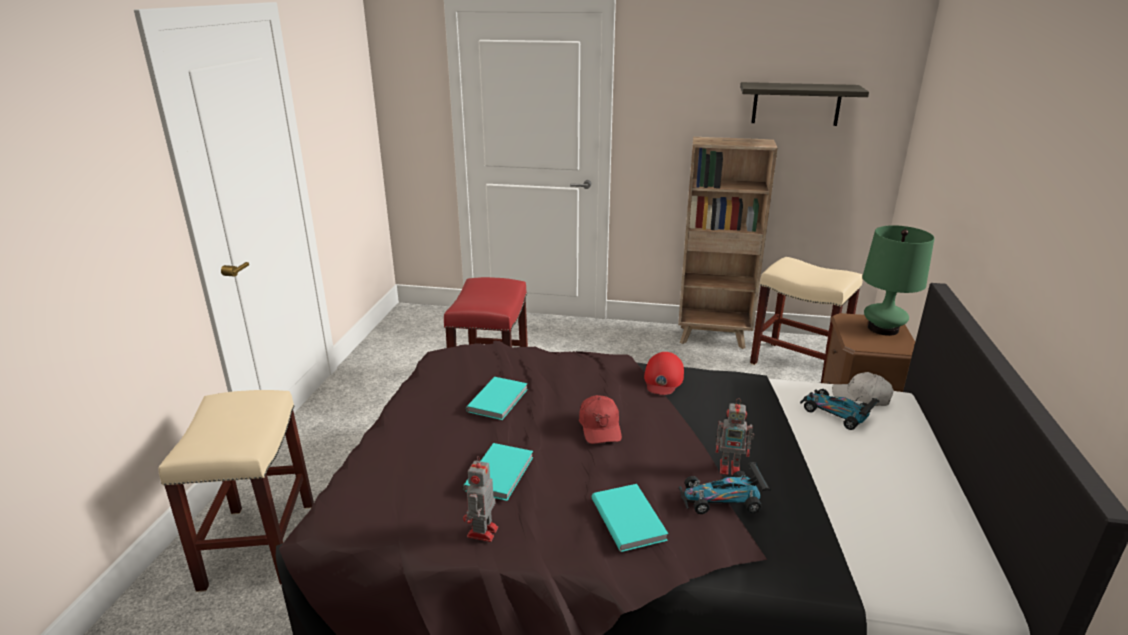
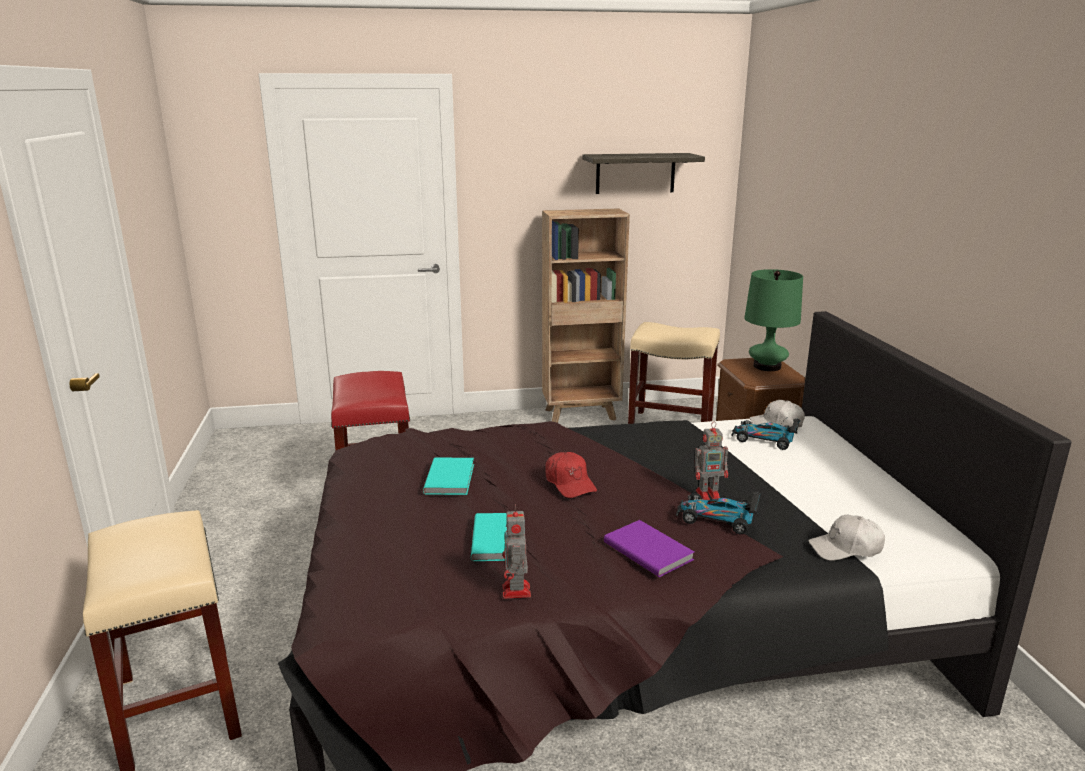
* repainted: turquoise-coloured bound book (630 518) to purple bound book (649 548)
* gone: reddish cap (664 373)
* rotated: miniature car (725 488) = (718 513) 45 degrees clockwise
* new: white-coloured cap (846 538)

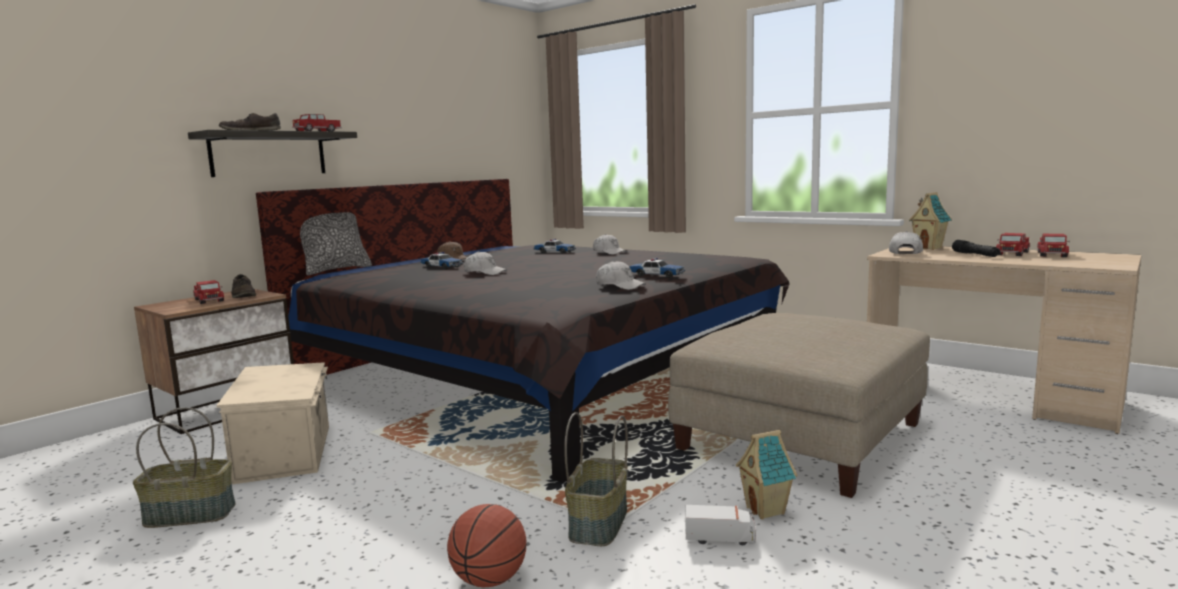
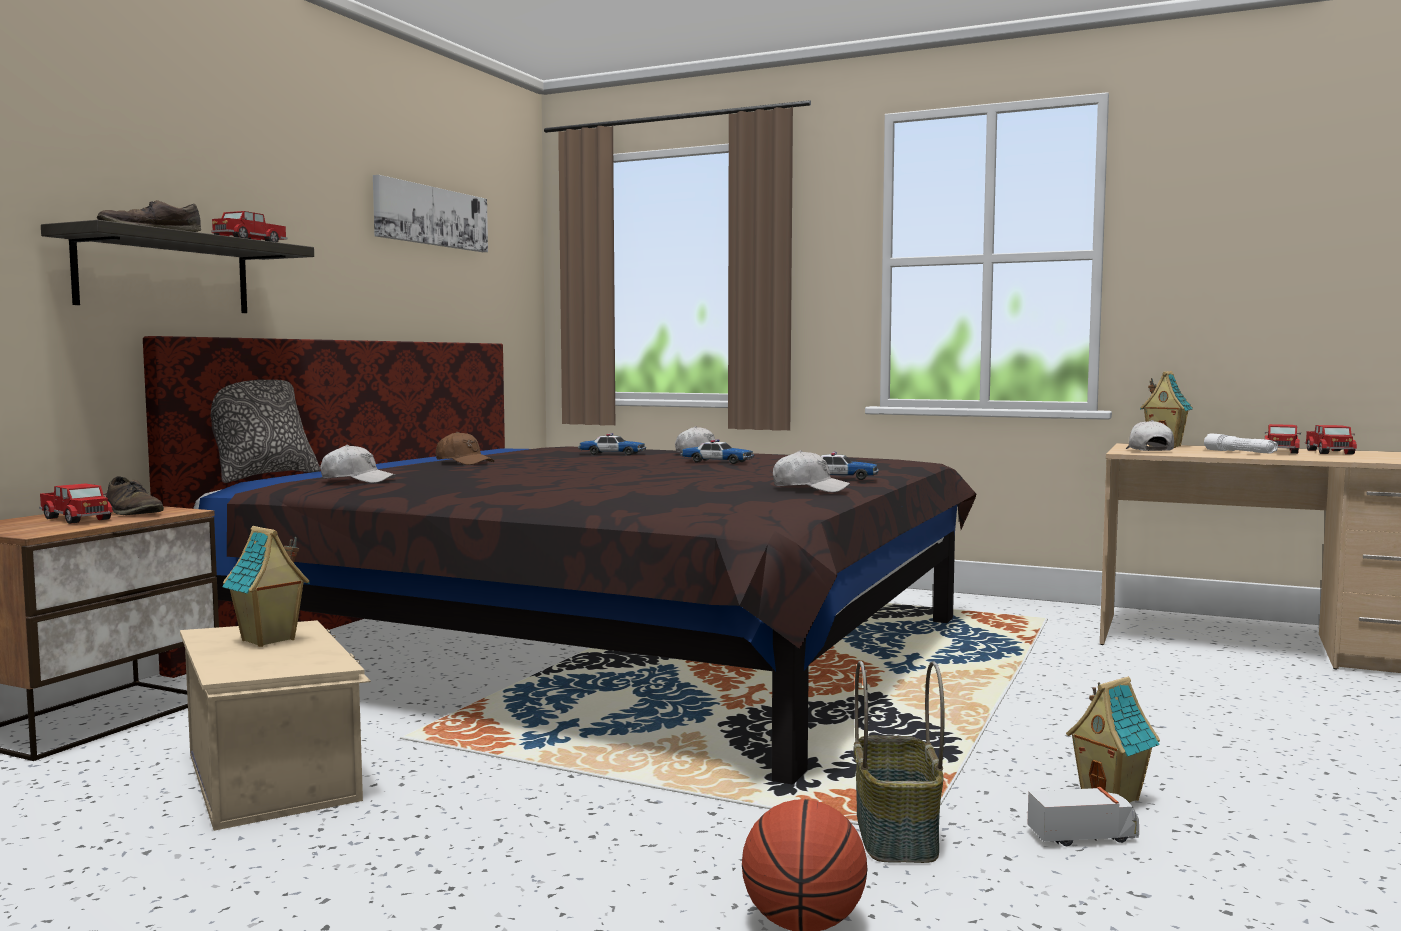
* gone: household basket (184 467)
* shifted: miniature car (441 260) to (717 451)
* shifted: white-coloured cap (485 263) to (358 463)
* gone: beige ottoman (799 405)
* repainted: black-coloured torch (976 248) to white-coloured torch (1241 443)
* new: miniature house (265 586)
* new: wall picture (430 213)

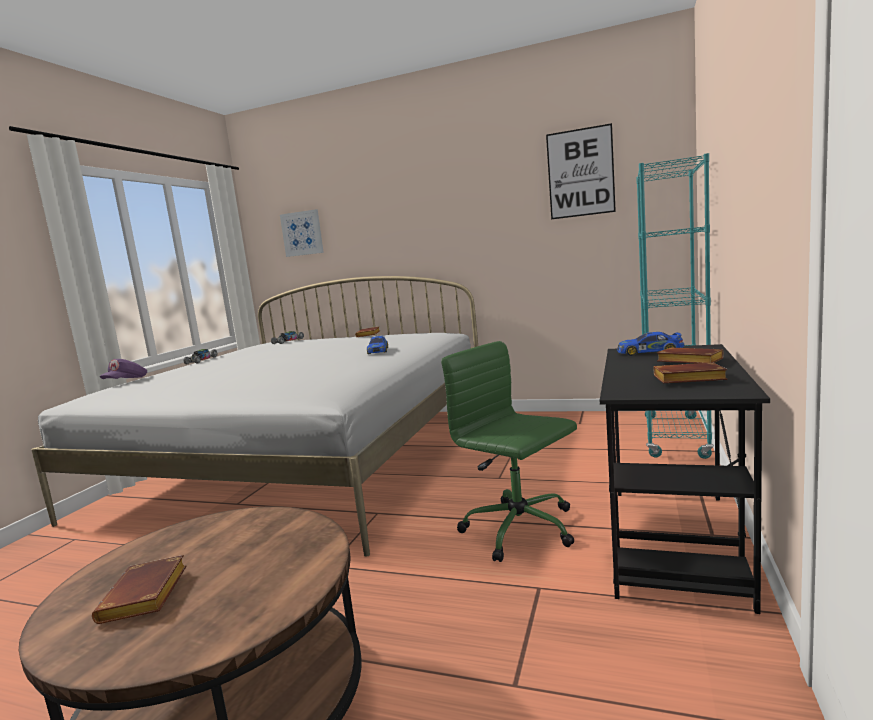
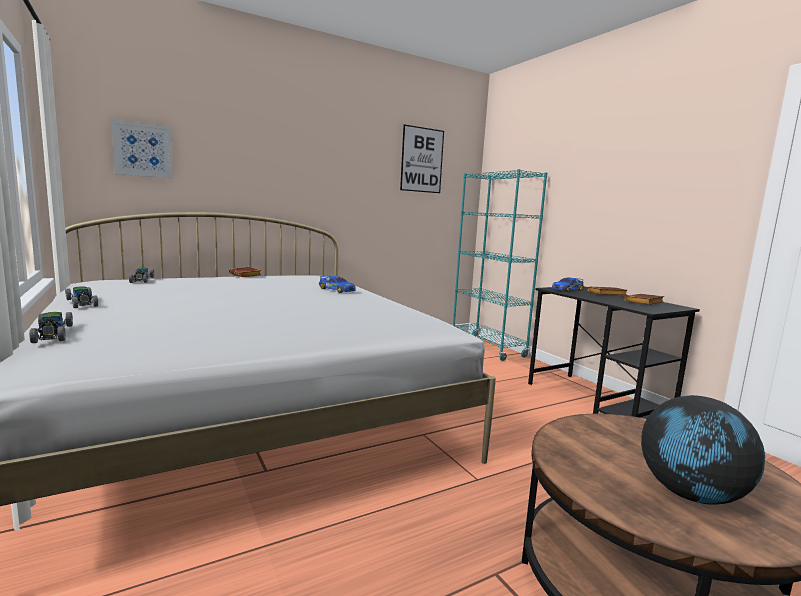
* swapped: brownish bound book (139 589) to globe (703 450)
* swapped: purple cap (123 369) to miniature car (51 327)
* gone: greenish computer chair (509 451)

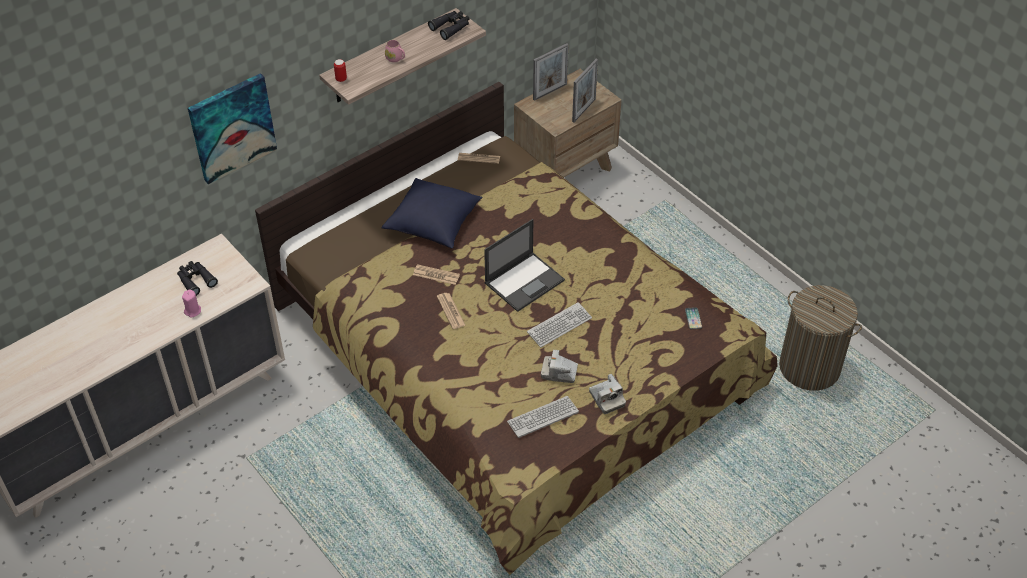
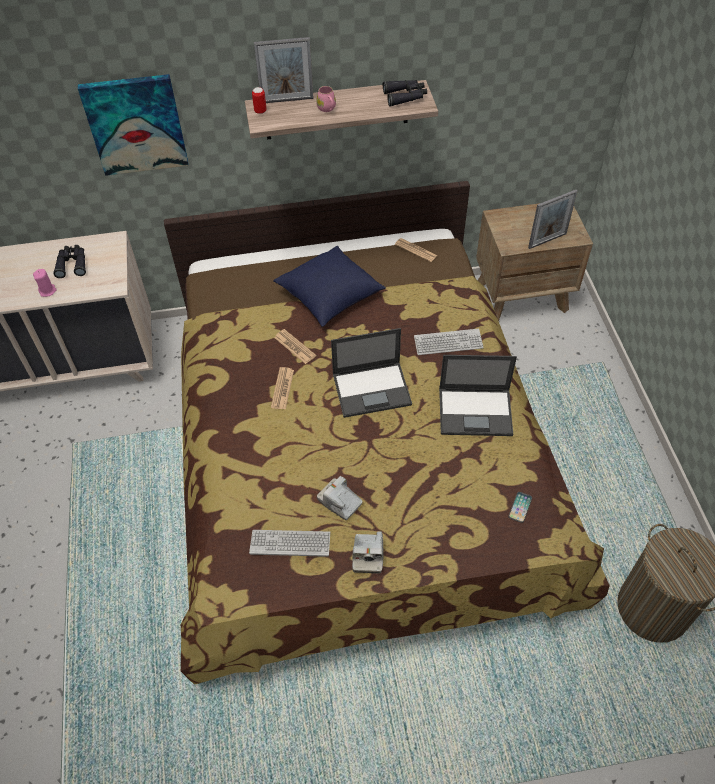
* shifted: PC keyboard (559 324) to (449 342)
* shifted: photo frame (551 72) to (284 70)
* new: notebook computer (478 395)

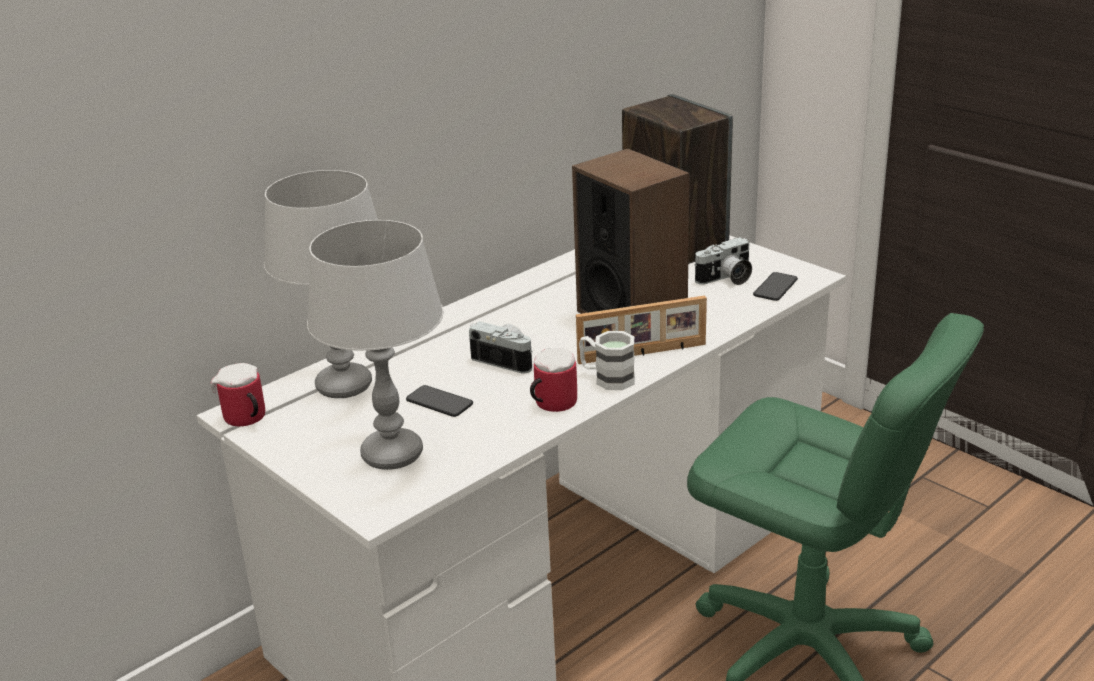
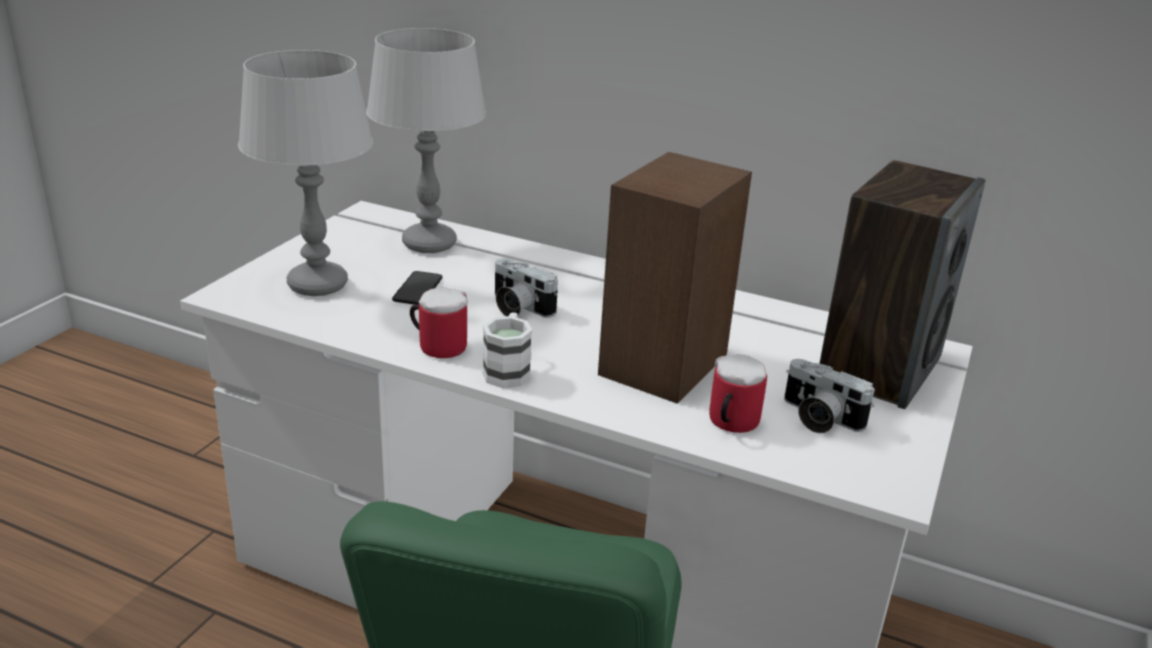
* shifted: tea mug (237 394) to (738 393)
* rotated: still camera (501 347) = (526 288) 120 degrees clockwise
* gone: photo frame (641 330)
* gone: phone (775 286)

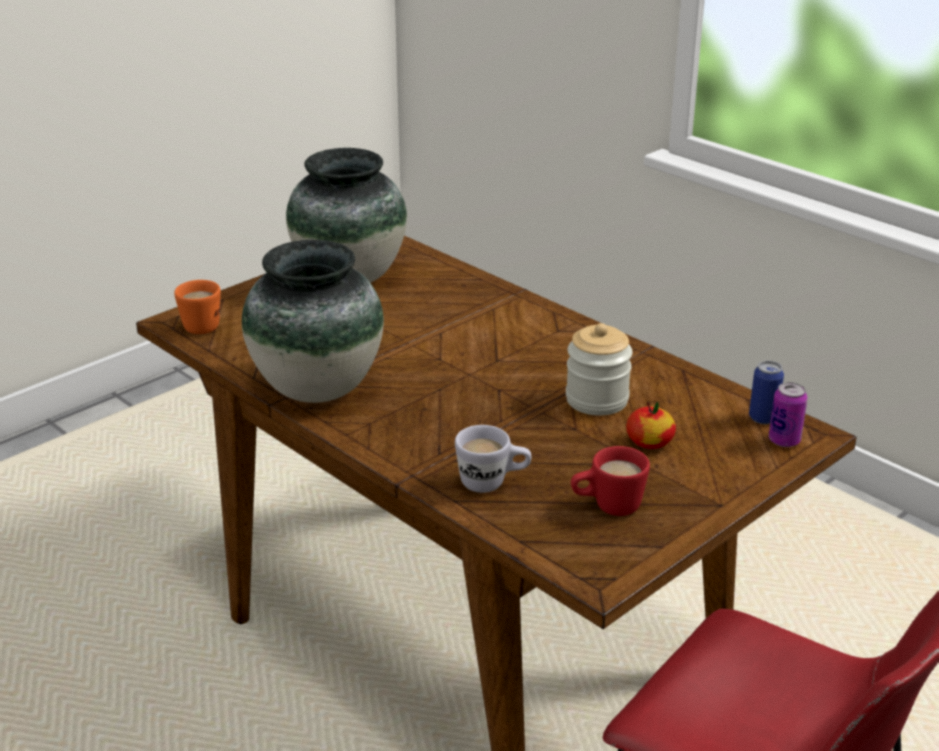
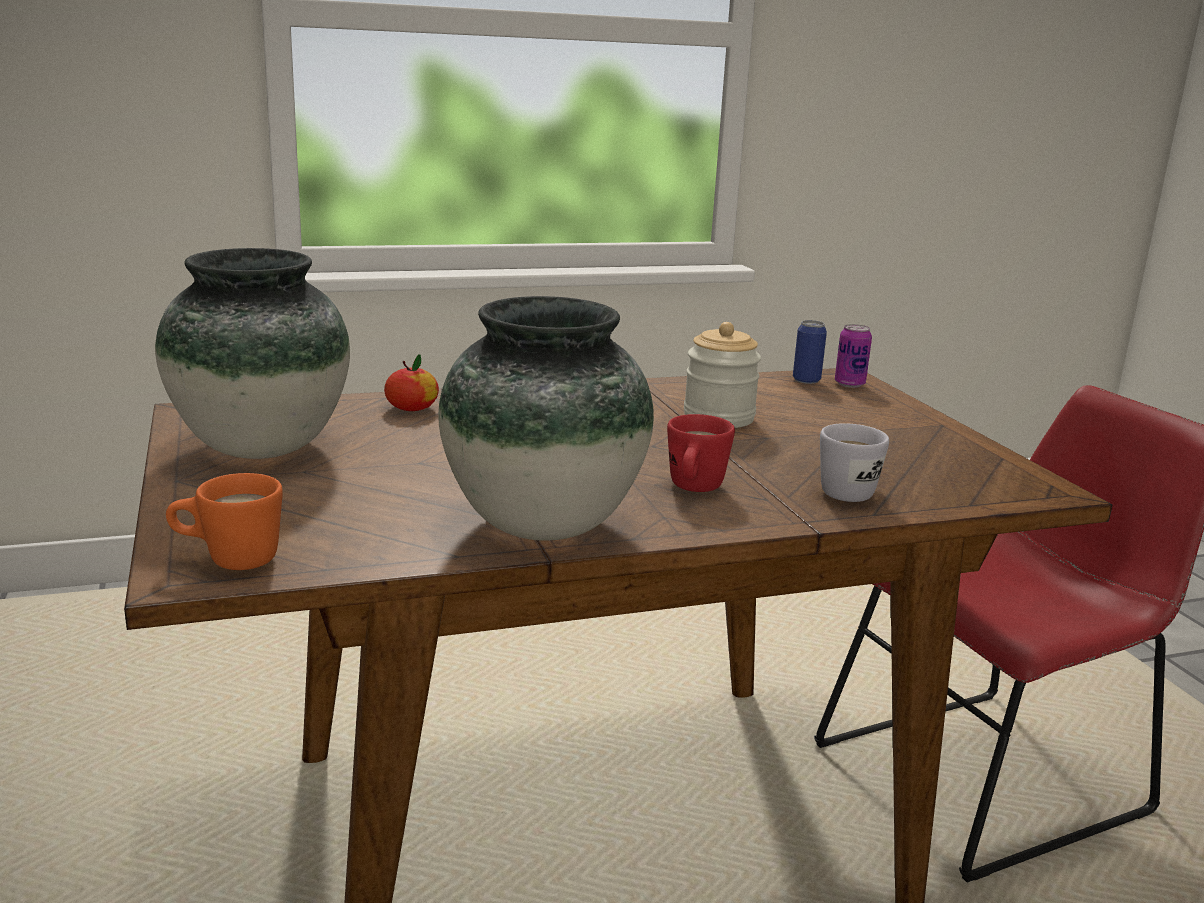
* shifted: reddish tea mug (610 481) to (701 453)
* shifted: apple (651 425) to (411 382)

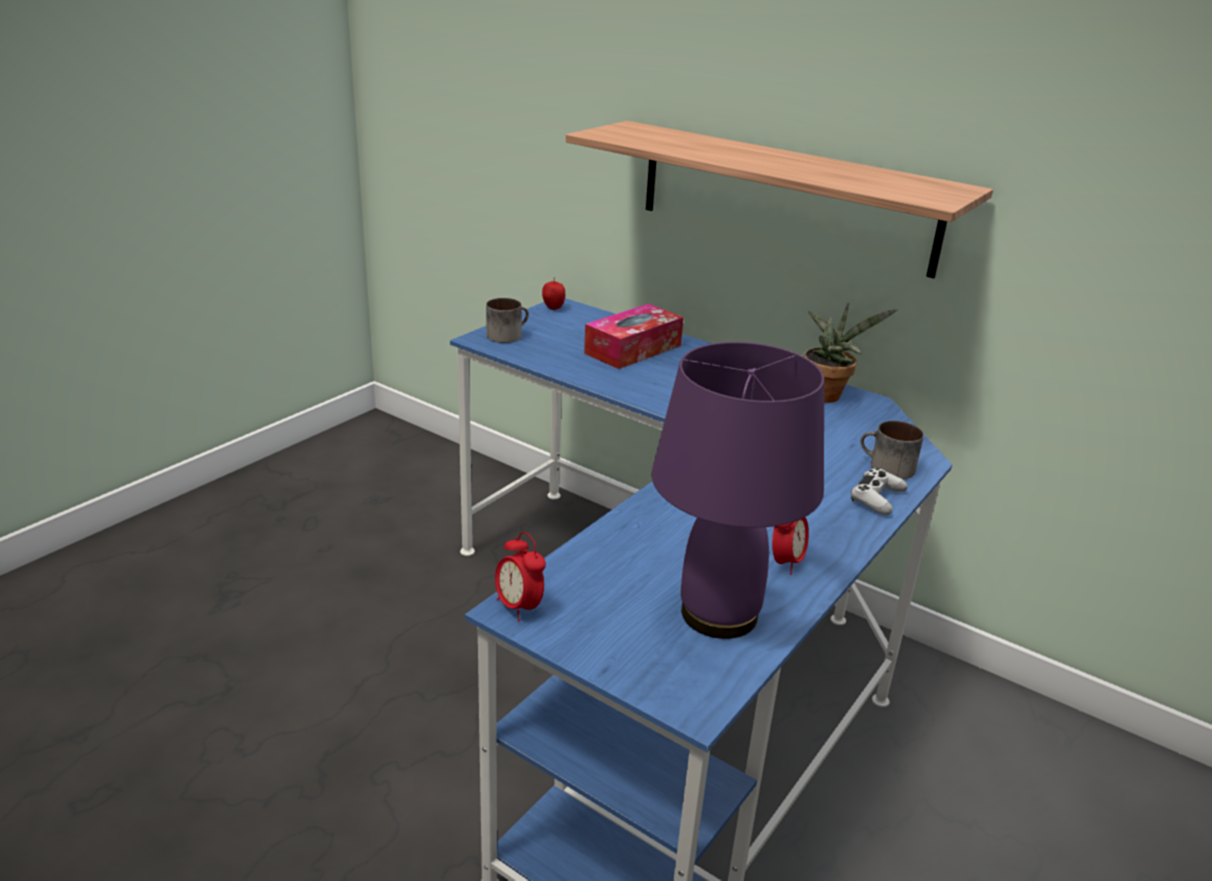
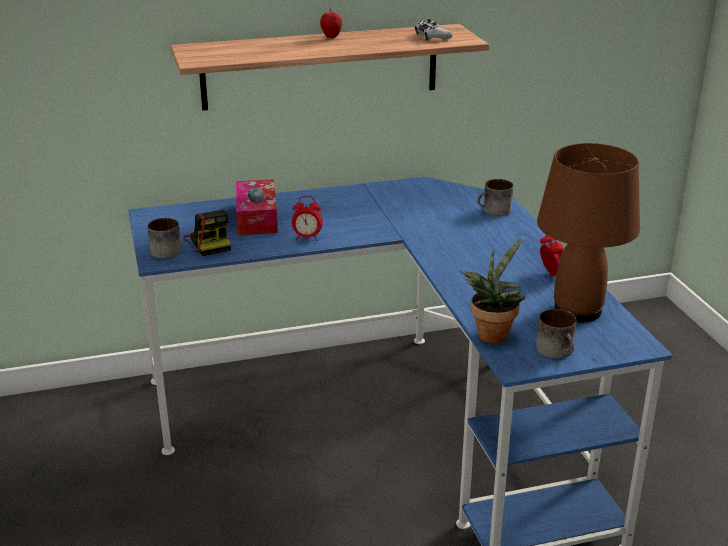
* shifted: alarm clock (520 577) to (307 218)
* shifted: apple (553 293) to (331 23)
* repainted: purple lamp for a table (737 490) to brownish lamp for a table (588 232)
* shifted: houseplant (851 353) to (493 290)
* shifted: white-coloured joypad (879 491) to (434 30)
* new: still camera (207 233)
* new: tea mug (556 334)

